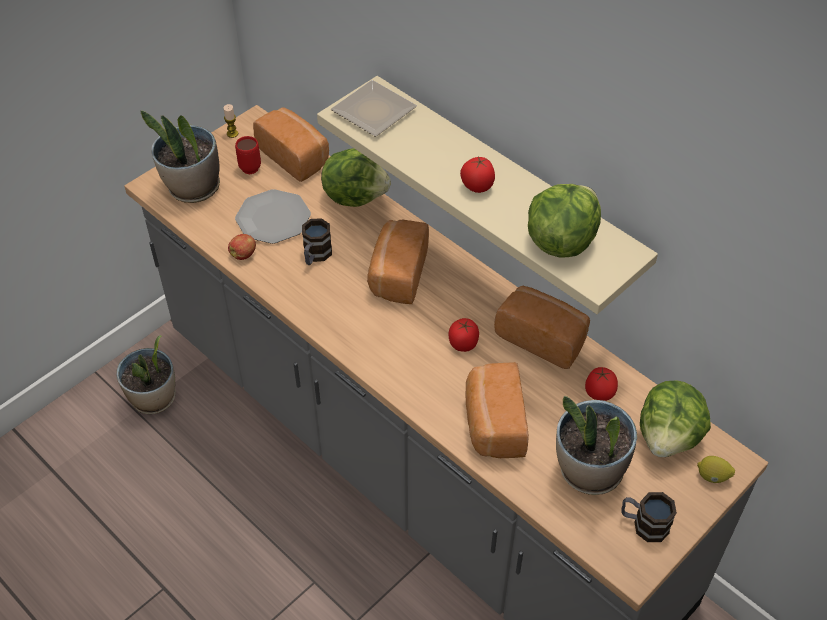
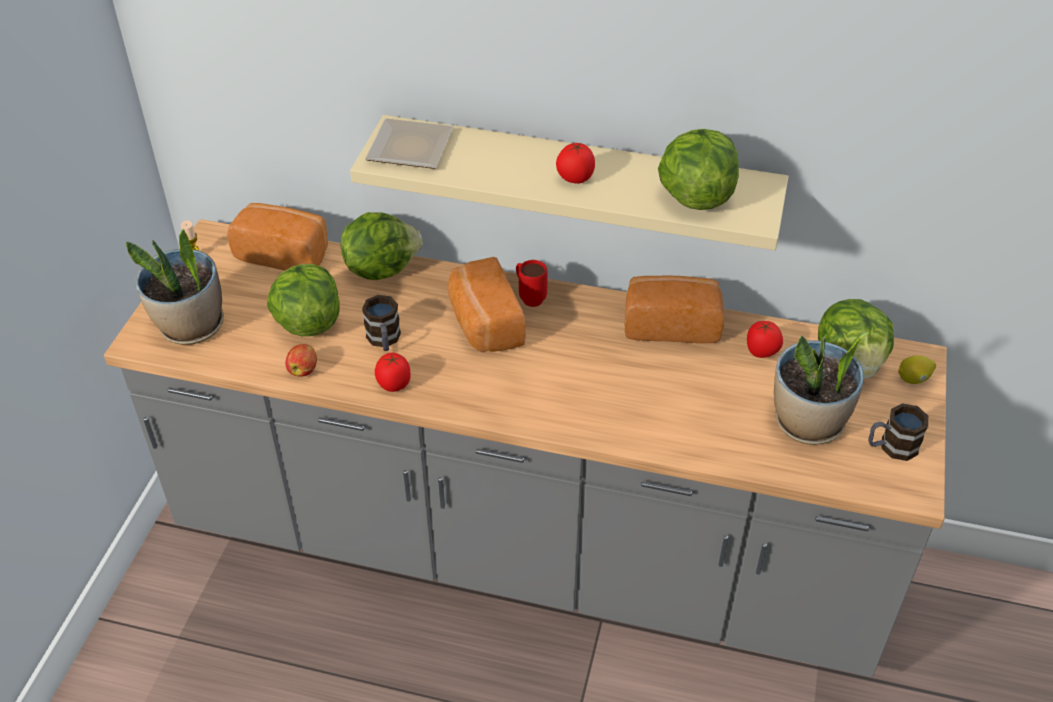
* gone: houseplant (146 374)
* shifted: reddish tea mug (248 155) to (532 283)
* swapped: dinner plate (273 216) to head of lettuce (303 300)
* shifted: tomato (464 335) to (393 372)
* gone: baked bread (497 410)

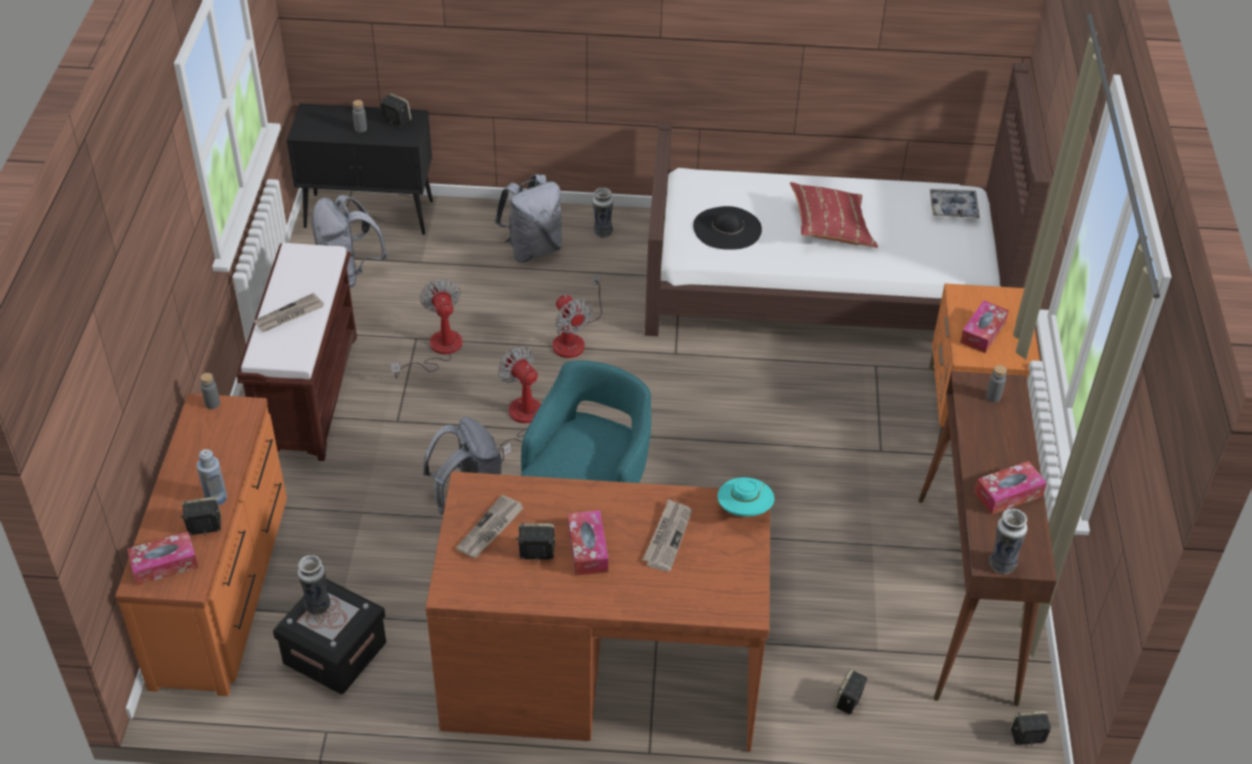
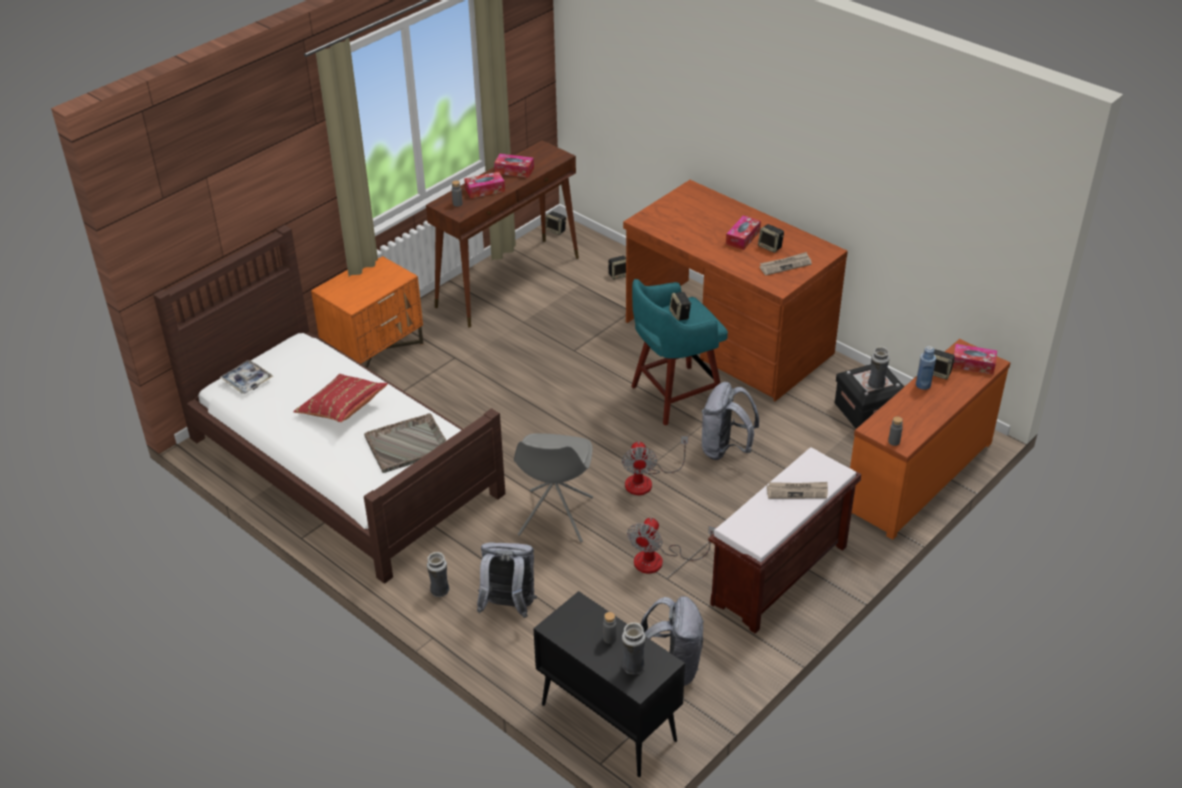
* shifted: speaker (396 110) to (680 306)
* swapped: fan (577 316) to gray plain chair (553 488)
* gone: printed paper (667 535)
* swapped: black-coloured wearable hat (727 228) to gray tray (405 443)
* gone: turquoise-coloured wearable hat (745 497)
* shifted: tissue box (984 326) to (484 185)
* shifted: vase (1008 541) to (634 648)

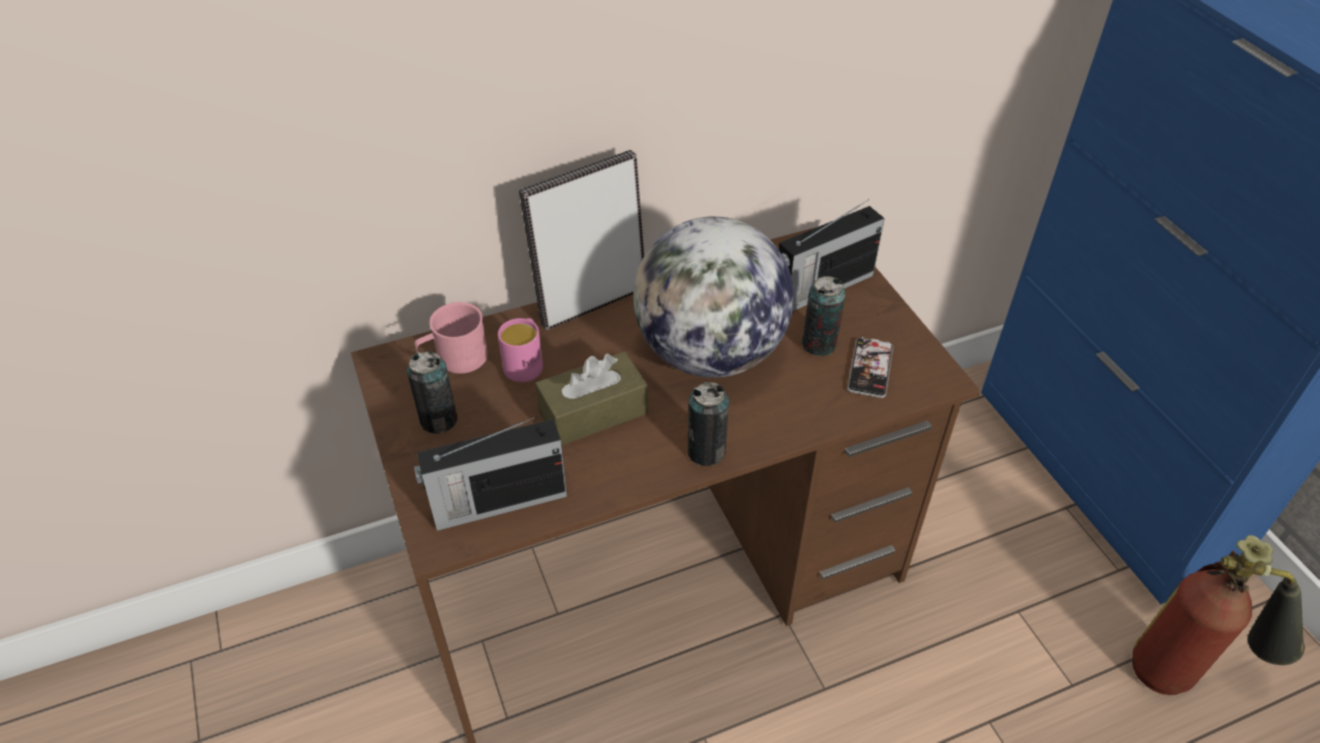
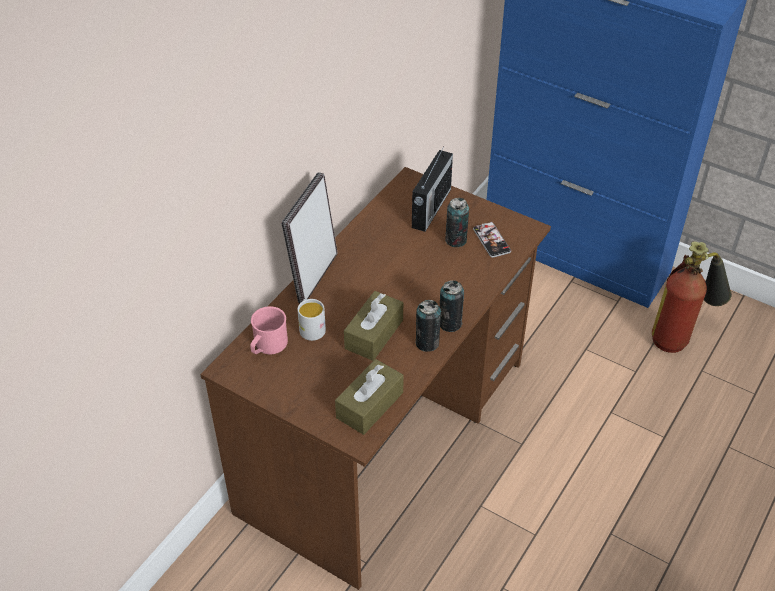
* shifted: metal can (432 392) to (428 326)
* swapped: radio (490 473) to brownish tissue box (369 397)
* repainted: pinkish tea mug (520 350) to white-coloured tea mug (311 320)
* gone: globe (713 297)

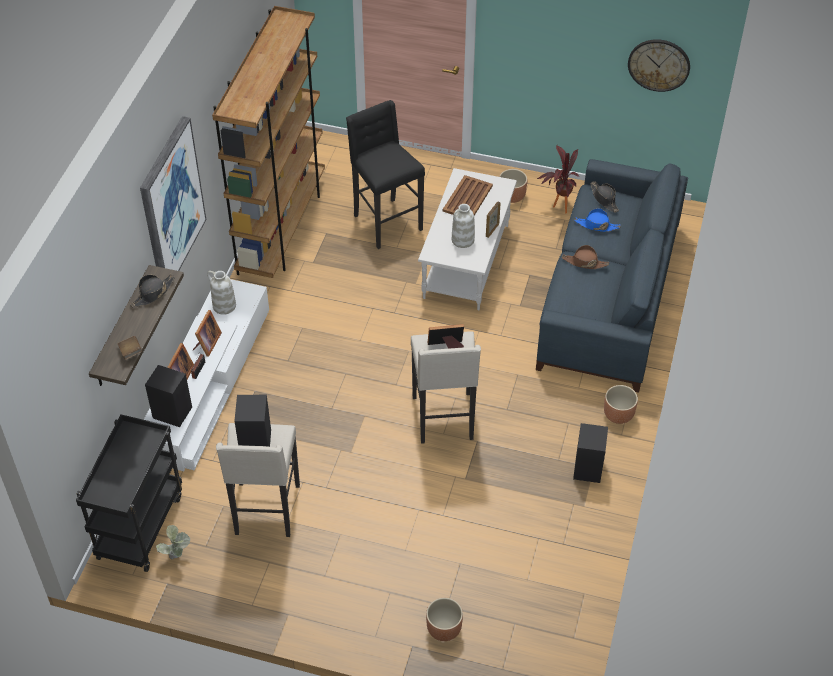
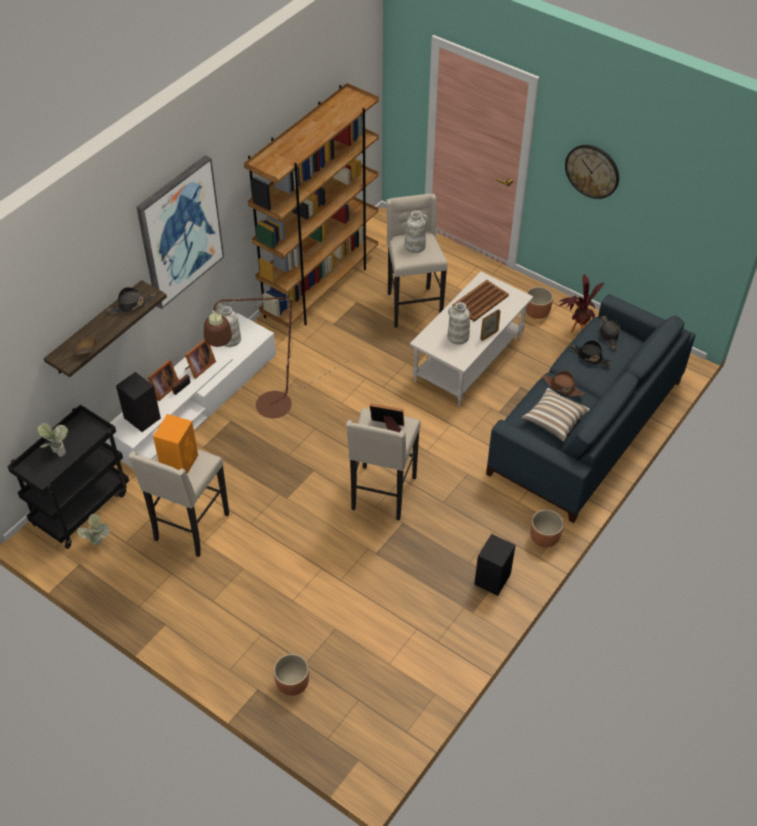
* repainted: black-coloured speaker (252 421) to orangey speaker (175 444)
* repainted: black-coloured stool seat (385 174) to beige stool seat (417 261)
* repainted: bluish wearable hat (597 220) to black-coloured wearable hat (591 352)
* shifted: hanging clock (659 65) to (592 172)
* new: houseplant (53 440)
* new: brownish standard lamp (277 357)
* new: white-coloured vase (416 232)
* new: pillow (555 415)

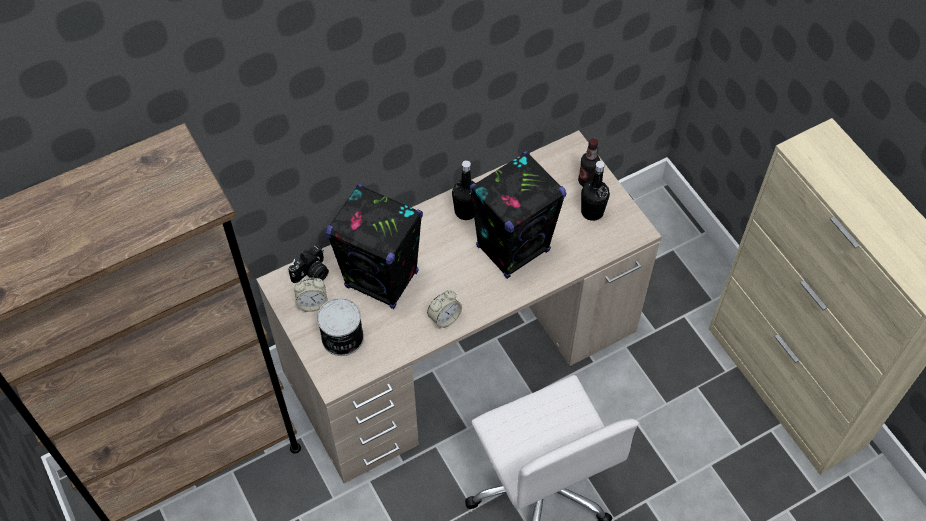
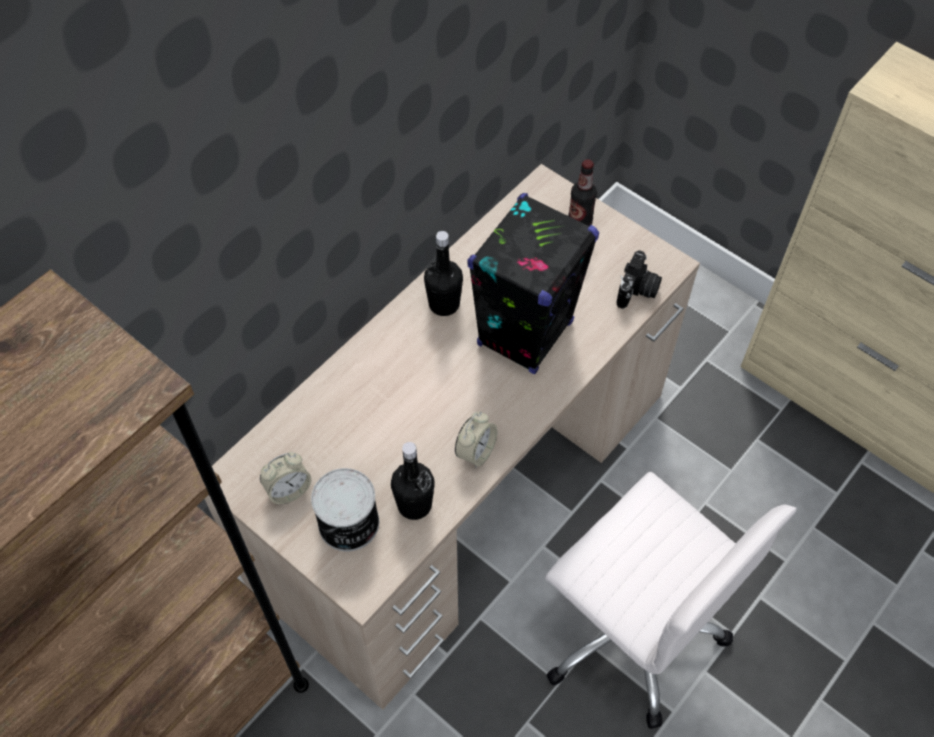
* shifted: still camera (308 263) to (639 279)
* gone: black-coloured speaker (374 246)
* shifted: black-coloured bottle (595 191) to (413 481)

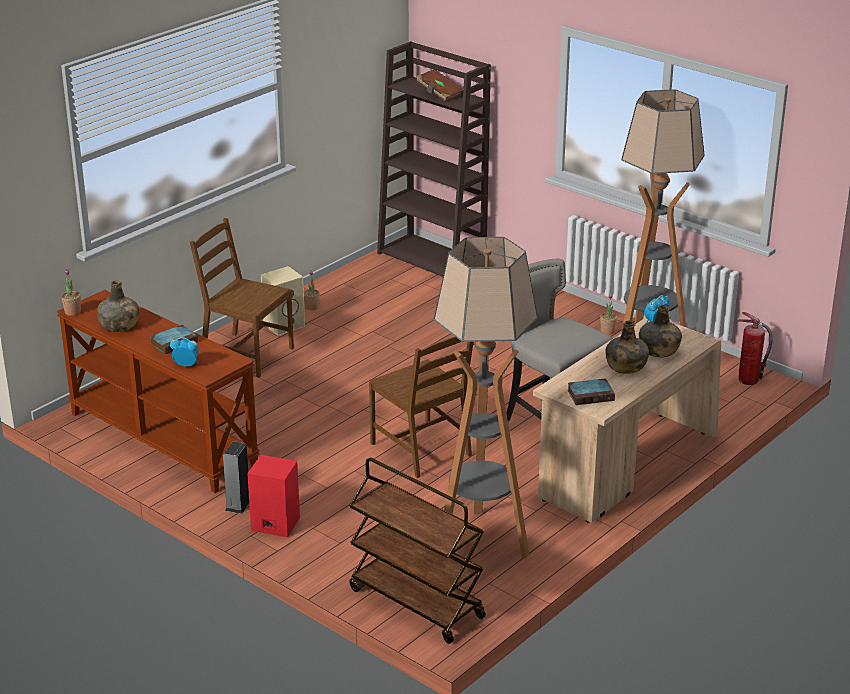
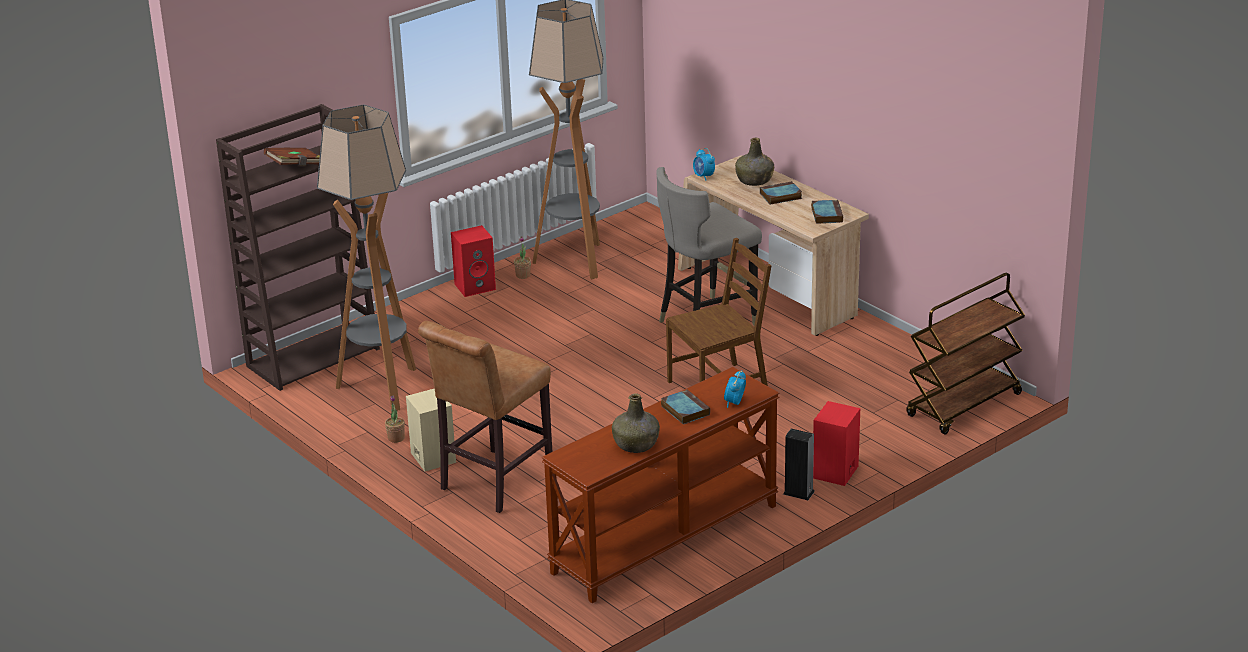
* gone: houseplant (71 292)
* swapped: brownish plain chair (242 298) to brownish stool seat (485 417)
* shifted: standard lamp (486 398) to (366 258)
* swapped: greenish bottle (627 347) to bound book (781 193)
* gone: extinguisher (755 348)
* new: reddish speaker (473 261)

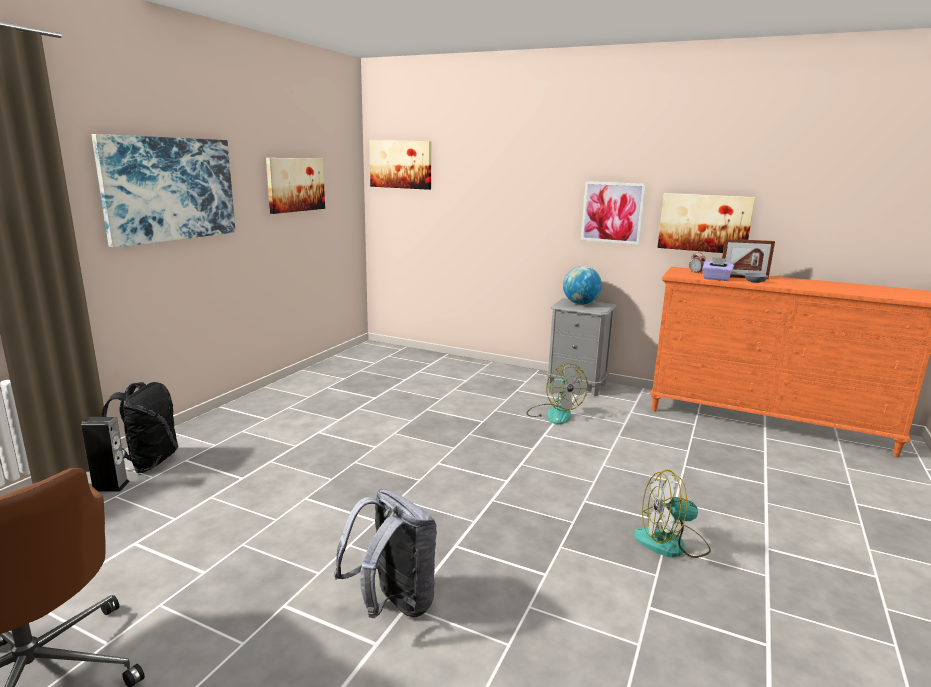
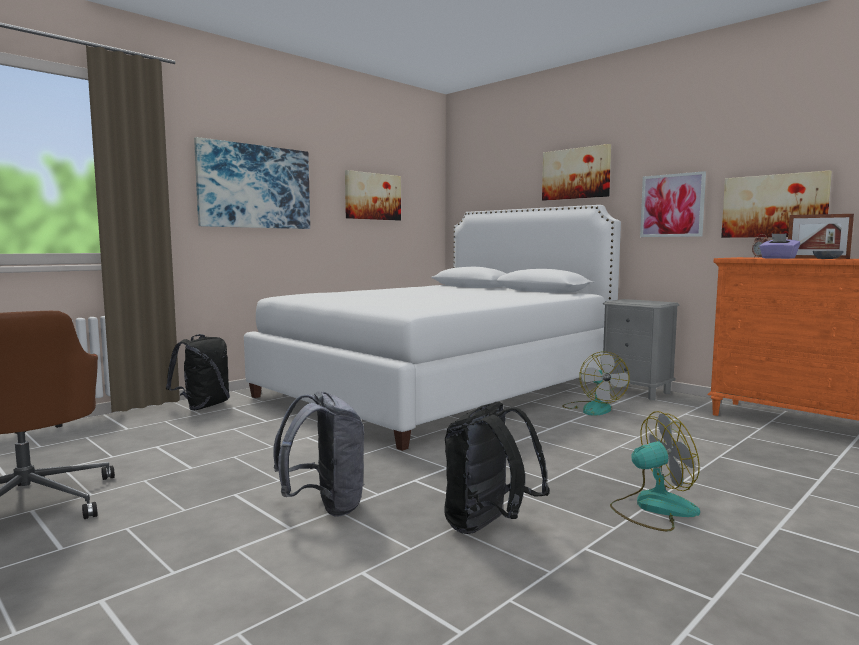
* gone: speaker (105 454)
* shifted: wall picture (400 165) to (576 172)
* gone: globe (582 285)
* rotated: fan (672 514) = (655 471) 150 degrees clockwise
* new: white-coloured bedroom bed (432 328)
* new: black-coloured knapsack (497 468)

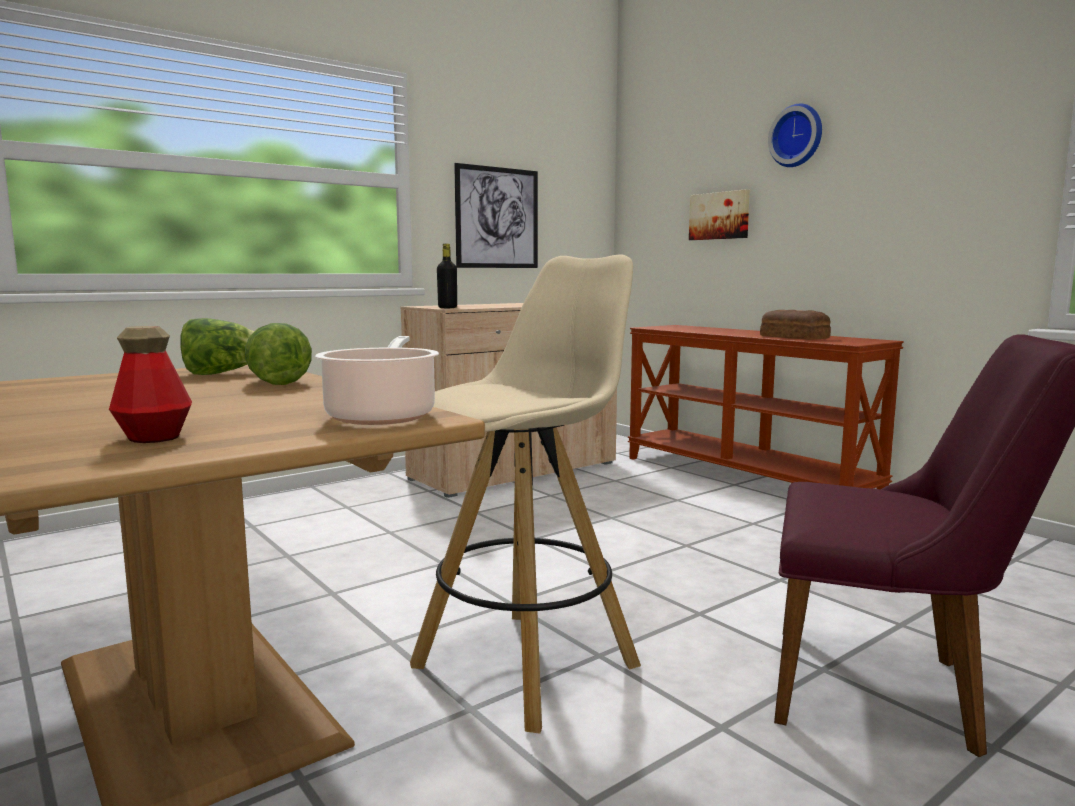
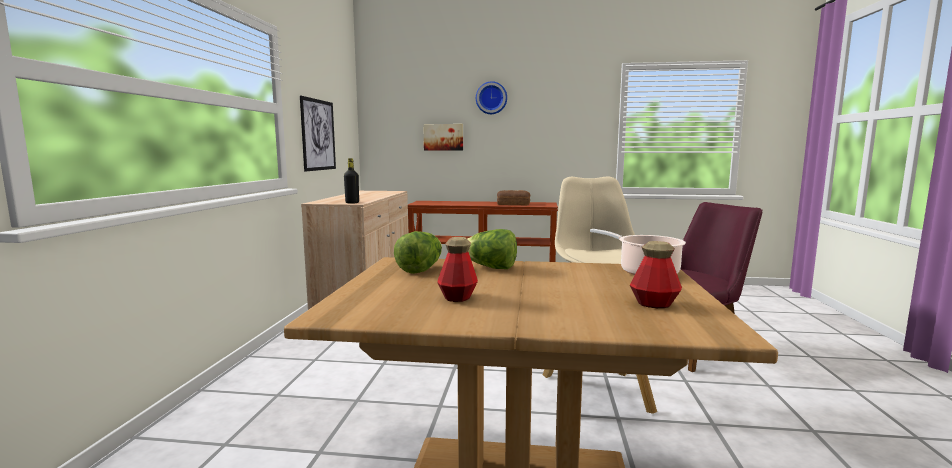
* new: bottle (457 269)

